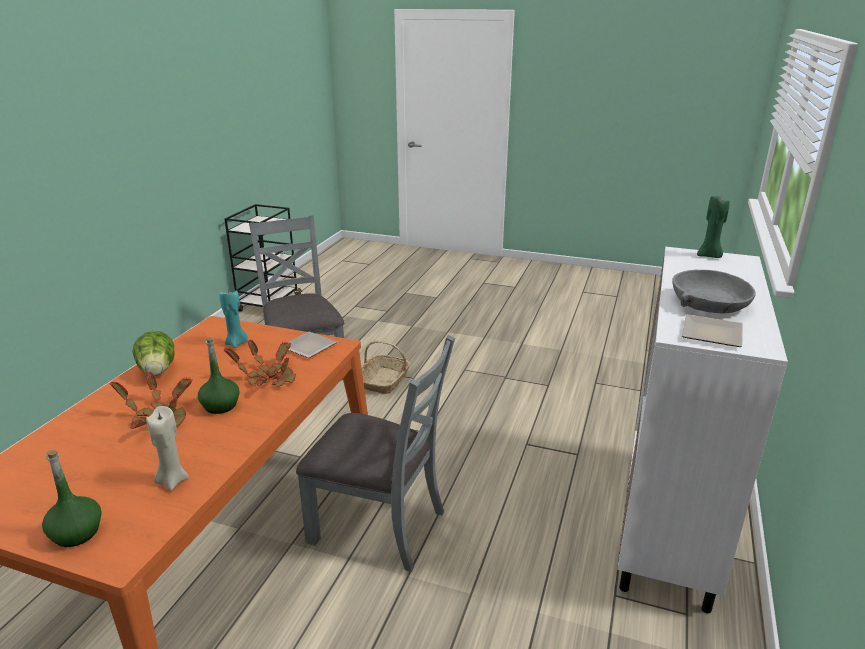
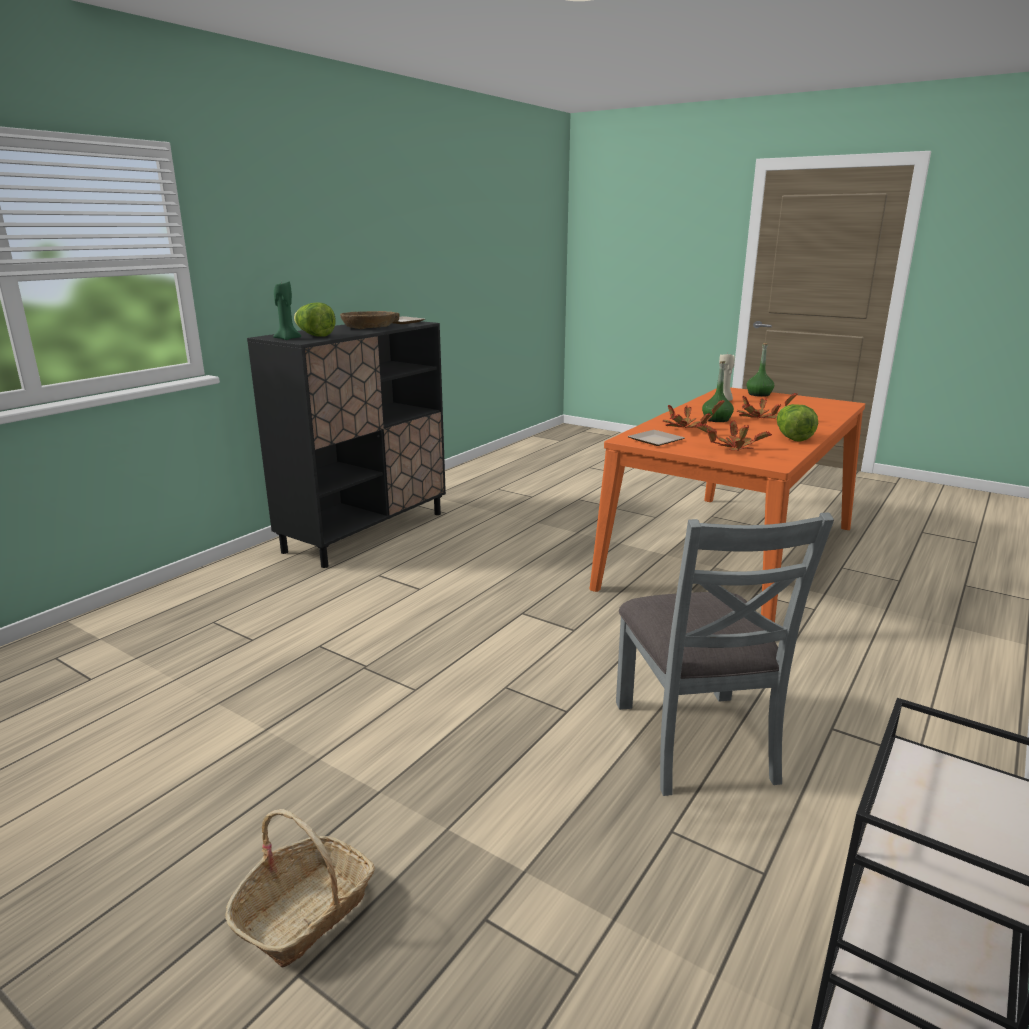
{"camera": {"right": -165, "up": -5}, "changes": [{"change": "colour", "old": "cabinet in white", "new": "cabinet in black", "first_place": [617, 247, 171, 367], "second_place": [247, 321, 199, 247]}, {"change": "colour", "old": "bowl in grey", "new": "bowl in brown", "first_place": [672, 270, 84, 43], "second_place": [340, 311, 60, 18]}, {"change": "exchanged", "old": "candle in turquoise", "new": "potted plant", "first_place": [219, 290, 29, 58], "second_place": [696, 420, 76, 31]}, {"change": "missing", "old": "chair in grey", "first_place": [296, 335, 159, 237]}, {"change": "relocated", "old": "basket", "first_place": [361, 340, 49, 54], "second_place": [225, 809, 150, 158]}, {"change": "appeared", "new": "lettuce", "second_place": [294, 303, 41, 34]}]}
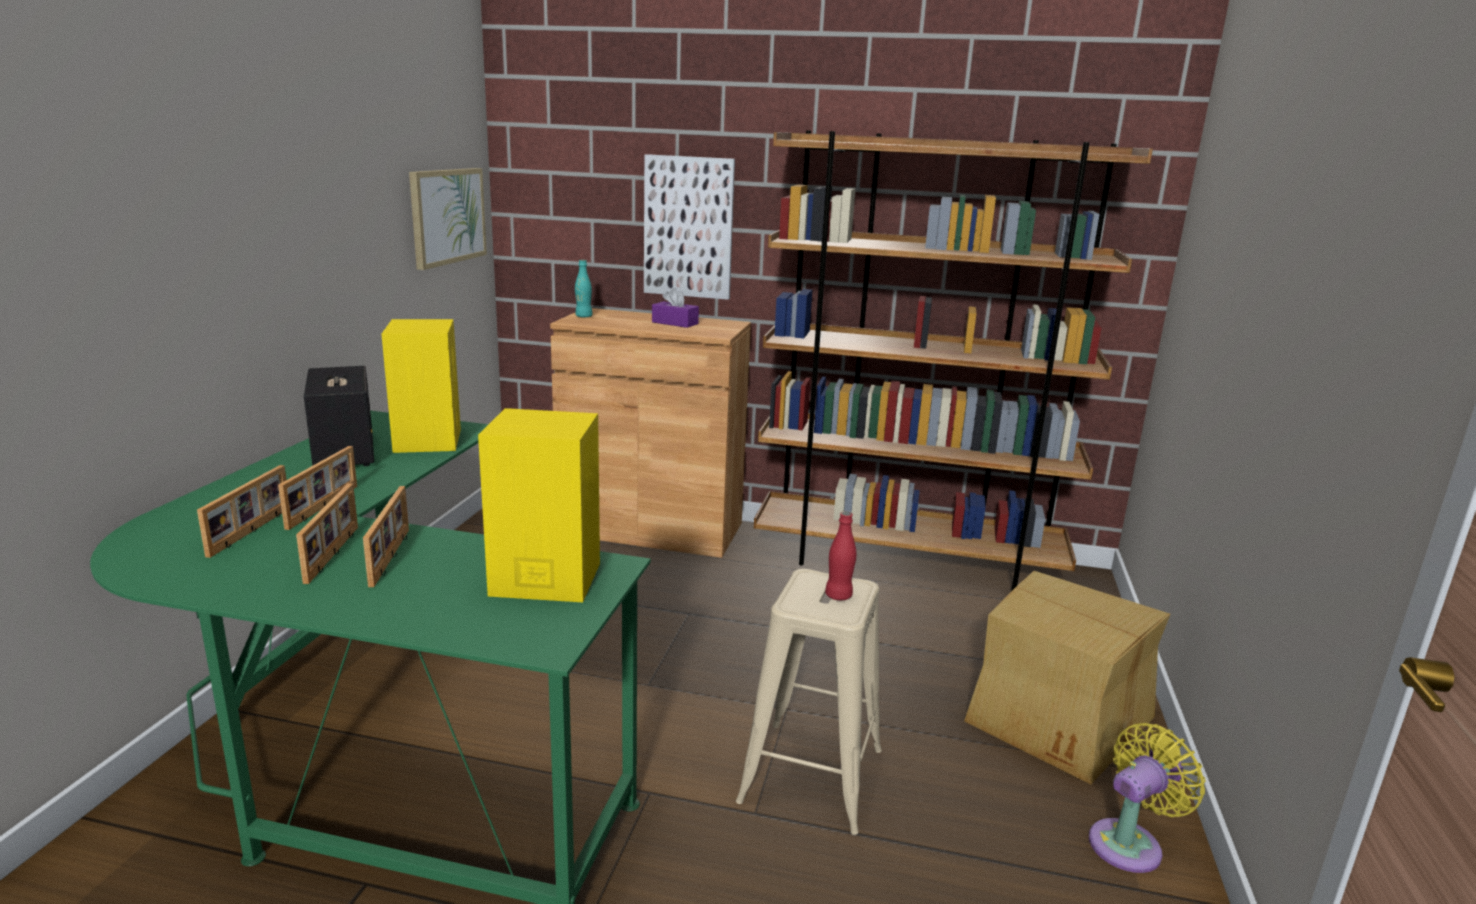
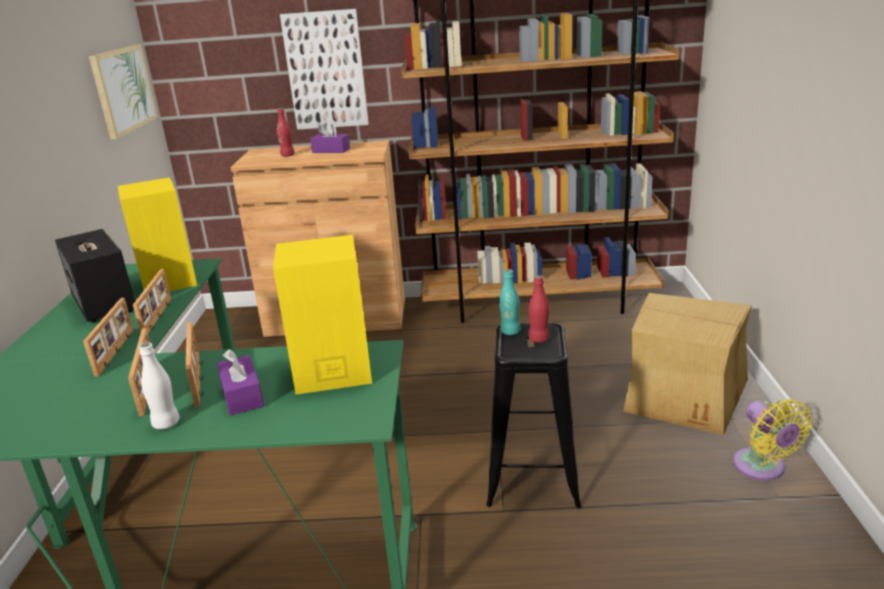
{"camera": {"right": -10, "up": 5}, "changes": [{"change": "relocated", "old": "bottle in turquoise", "first_place": [575, 260, 18, 58], "second_place": [499, 269, 22, 66]}, {"change": "relocated", "old": "picture frame", "first_place": [197, 465, 89, 93], "second_place": [133, 269, 38, 64]}, {"change": "colour", "old": "stool in beige", "new": "stool in black", "first_place": [736, 569, 146, 266], "second_place": [486, 323, 96, 186]}, {"change": "spun", "old": "fan in yellow", "first_place": [1089, 723, 117, 150], "second_place": [733, 399, 79, 82], "degrees": 120}, {"change": "appeared", "new": "bottle in red", "second_place": [277, 108, 18, 49]}, {"change": "appeared", "new": "bottle in white", "second_place": [139, 343, 41, 86]}, {"change": "appeared", "new": "tissue box in purple", "second_place": [217, 349, 47, 67]}]}
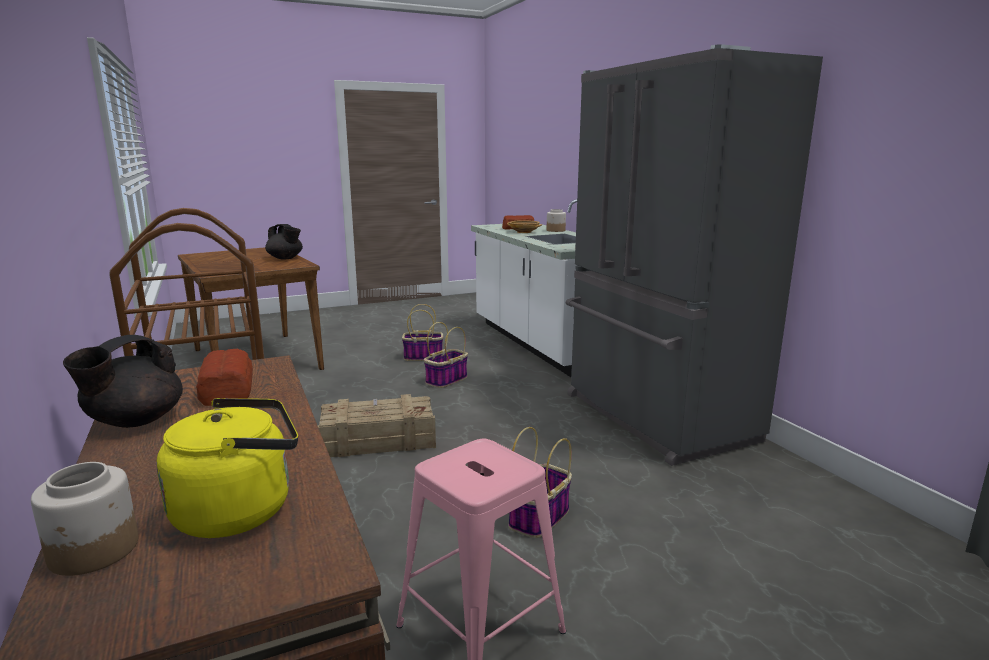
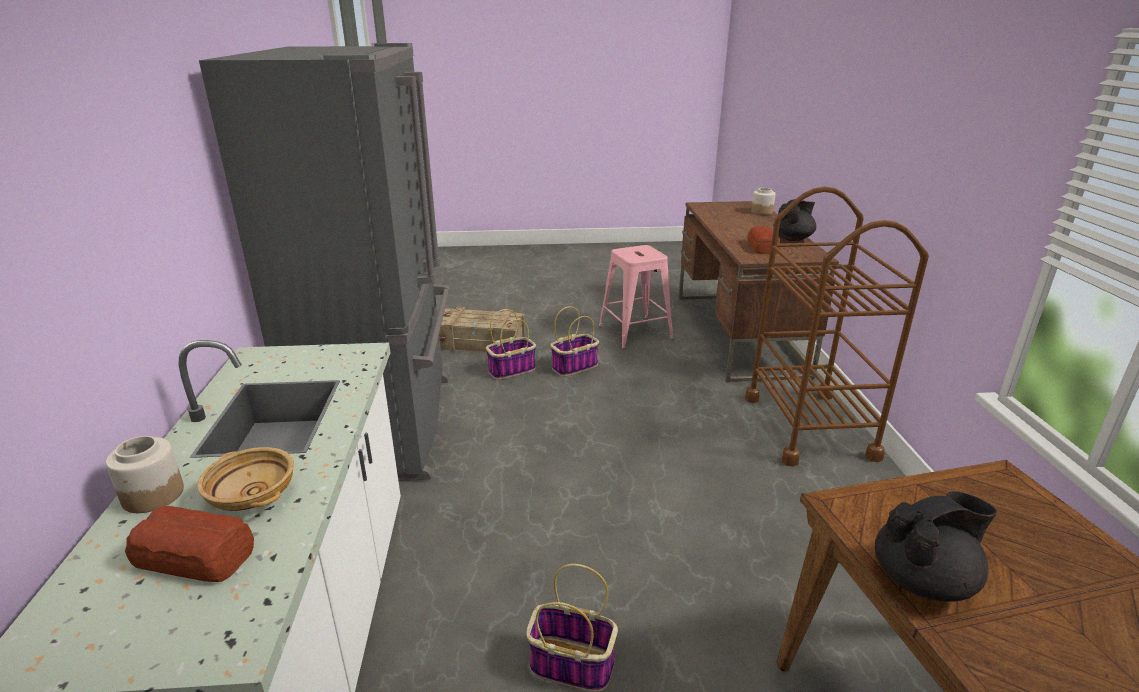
{"camera": {"right": -160, "up": 10}, "changes": [{"change": "spun", "old": "teapot in black", "first_place": [265, 224, 38, 35], "second_place": [875, 491, 122, 111], "degrees": 105}, {"change": "relocated", "old": "basket", "first_place": [424, 322, 44, 66], "second_place": [486, 309, 50, 70]}, {"change": "relocated", "old": "crate", "first_place": [318, 394, 118, 63], "second_place": [439, 307, 86, 45]}, {"change": "missing", "old": "kettle in yellow", "first_place": [156, 398, 142, 140]}]}
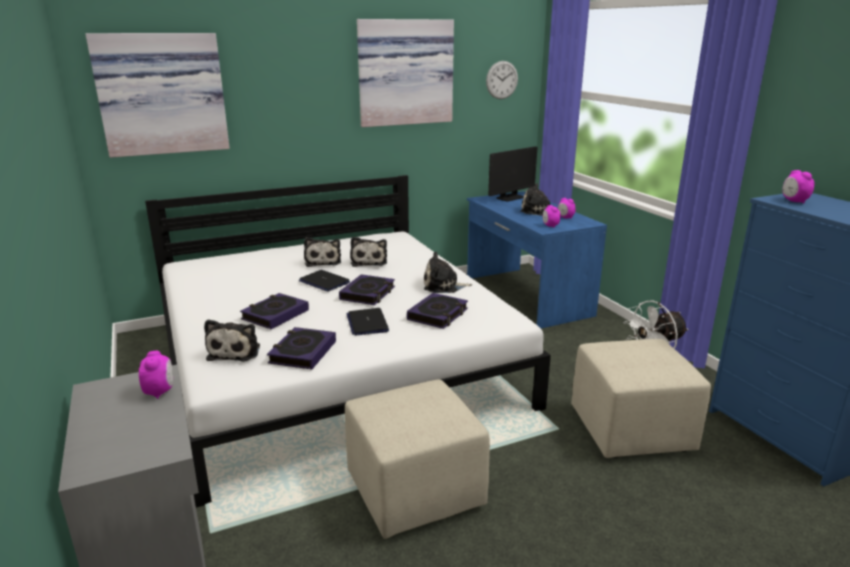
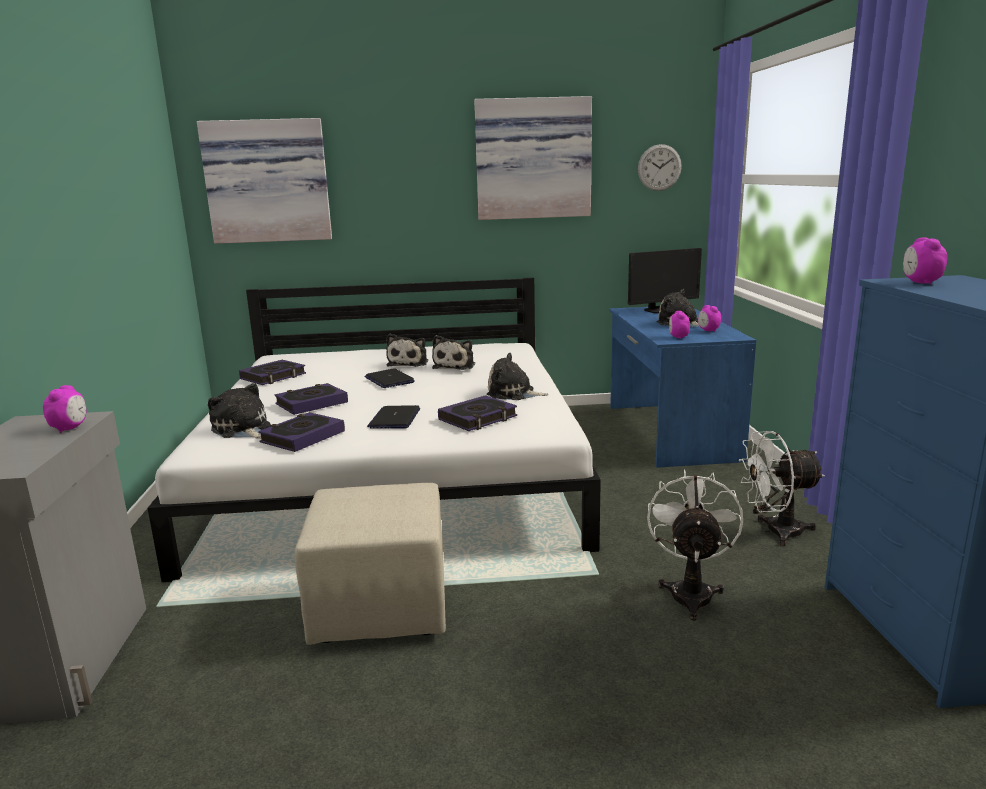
{"camera": {"right": 20, "up": -5}, "changes": [{"change": "relocated", "old": "book", "first_place": [339, 274, 56, 31], "second_place": [239, 360, 67, 25]}, {"change": "spun", "old": "plush toy", "first_place": [204, 319, 56, 43], "second_place": [208, 383, 63, 56], "degrees": 120}, {"change": "exchanged", "old": "ottoman in beige", "new": "fan in white", "first_place": [571, 339, 140, 119], "second_place": [647, 469, 96, 151]}]}
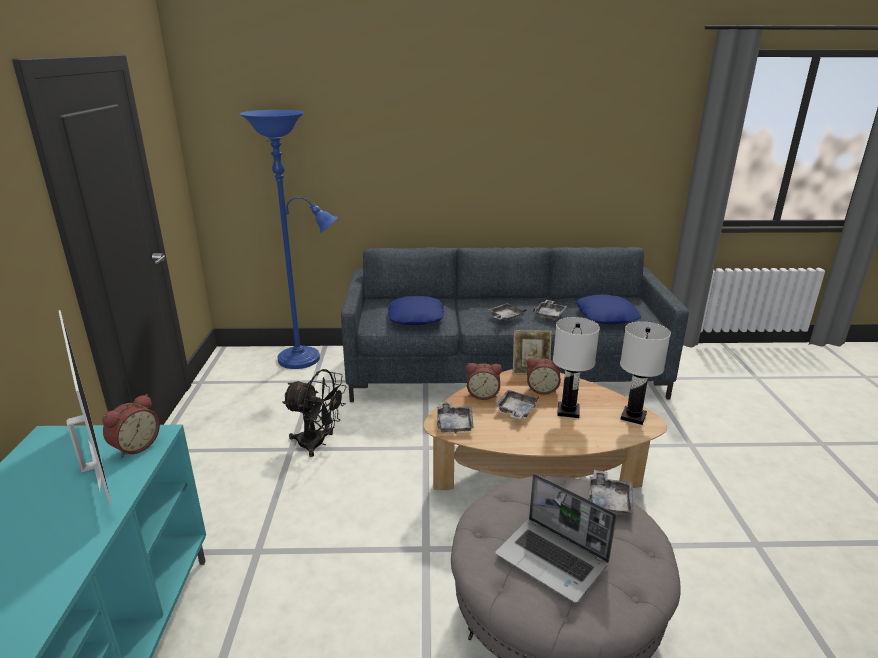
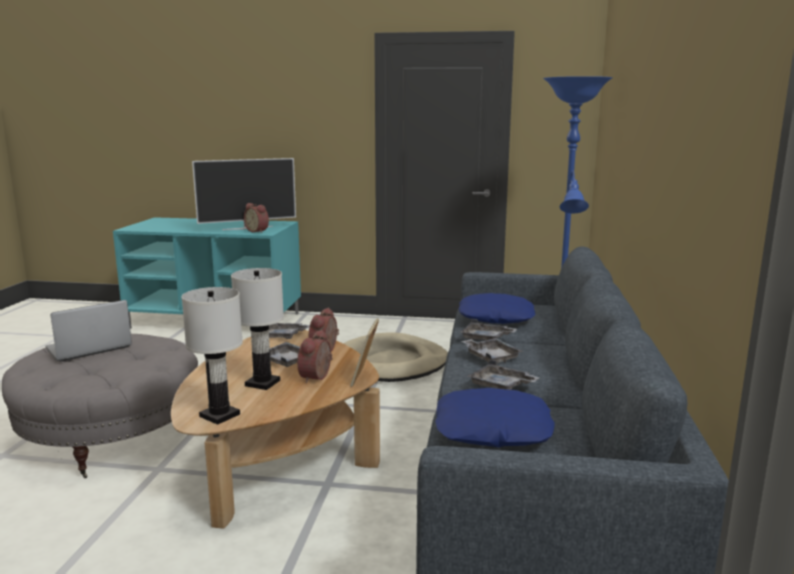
{"camera": {"right": 100, "up": -10}, "changes": [{"change": "exchanged", "old": "fan in black", "new": "dog bed in beige", "first_place": [282, 369, 64, 88], "second_place": [343, 333, 105, 49]}, {"change": "relocated", "old": "tray in grey", "first_place": [588, 470, 46, 45], "second_place": [460, 319, 57, 21]}]}
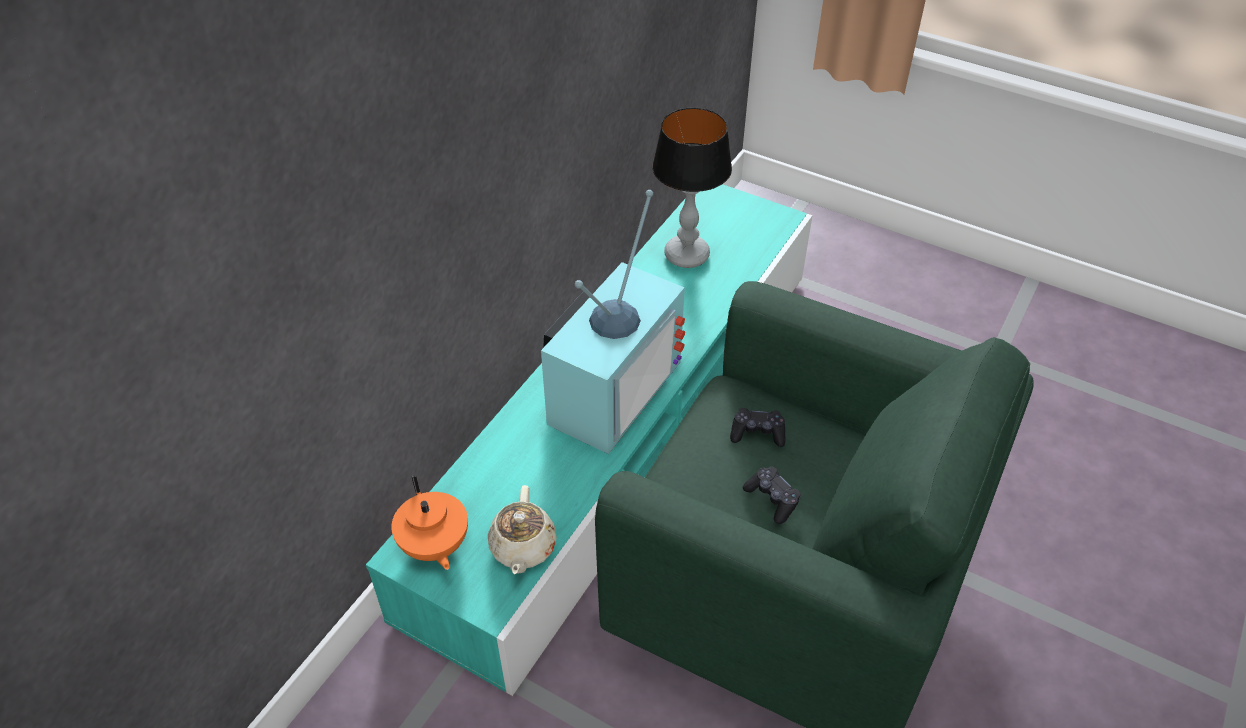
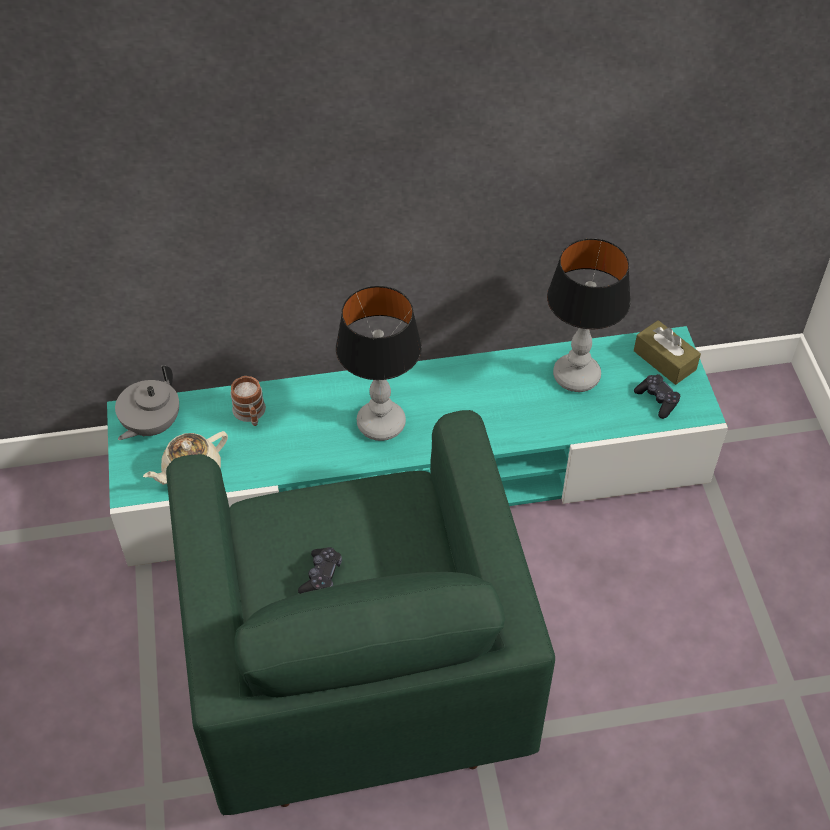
{"camera": {"right": 50, "up": 5}, "changes": [{"change": "exchanged", "old": "television", "new": "table lamp", "first_place": [541, 190, 144, 264], "second_place": [336, 286, 86, 155]}, {"change": "relocated", "old": "game controller in black", "first_place": [730, 408, 56, 39], "second_place": [634, 374, 47, 45]}, {"change": "colour", "old": "teapot in orange", "new": "teapot in grey", "first_place": [391, 475, 77, 95], "second_place": [115, 365, 64, 75]}, {"change": "appeared", "new": "tissue box in brown", "second_place": [634, 320, 67, 65]}, {"change": "appeared", "new": "mug", "second_place": [231, 376, 35, 50]}]}
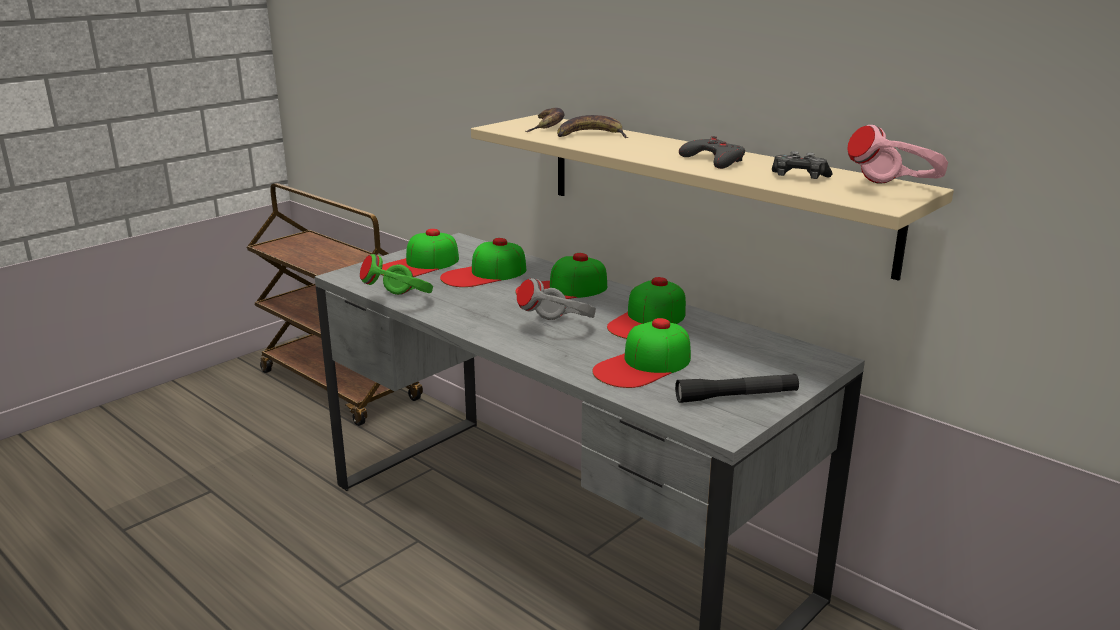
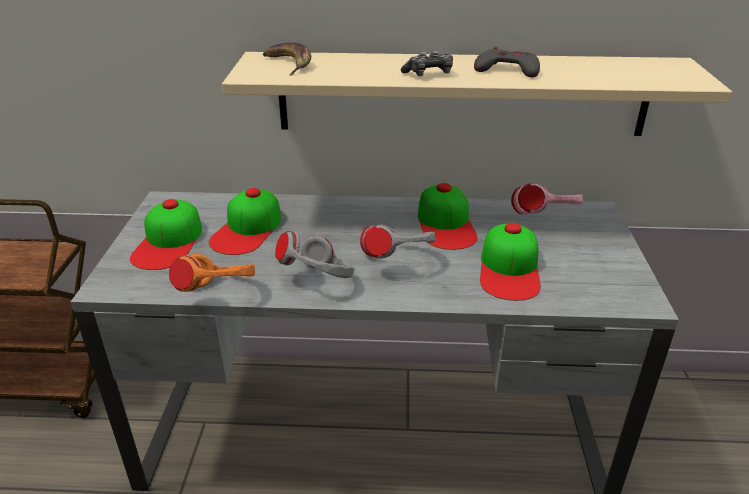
{"camera": {"right": -40, "up": 10}, "changes": [{"change": "missing", "old": "banana", "first_place": [557, 115, 71, 23]}, {"change": "relocated", "old": "headphones in pink", "first_place": [847, 125, 101, 59], "second_place": [511, 183, 72, 32]}, {"change": "relocated", "old": "game controller", "first_place": [772, 151, 60, 28], "second_place": [401, 50, 52, 26]}, {"change": "missing", "old": "cap", "first_place": [515, 253, 92, 46]}, {"change": "colour", "old": "headphones in green", "new": "headphones in orange", "first_place": [360, 254, 73, 41], "second_place": [169, 254, 86, 38]}, {"change": "missing", "old": "flashlight in black", "first_place": [675, 374, 124, 29]}, {"change": "appeared", "new": "headphones in grey", "second_place": [275, 231, 80, 47]}]}
